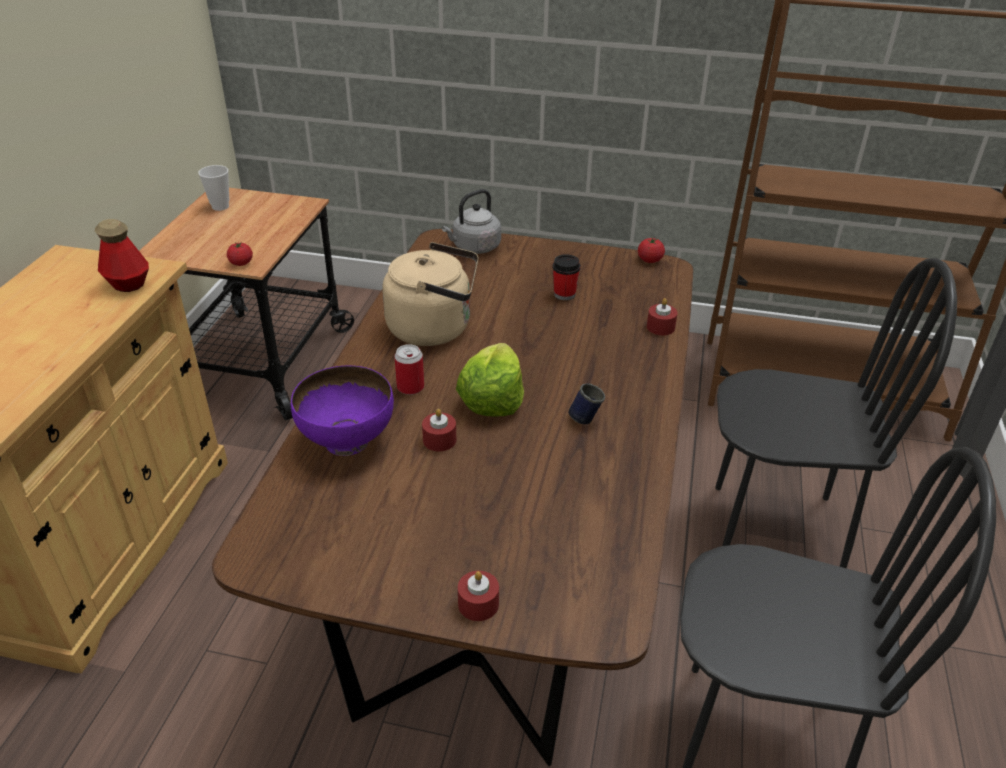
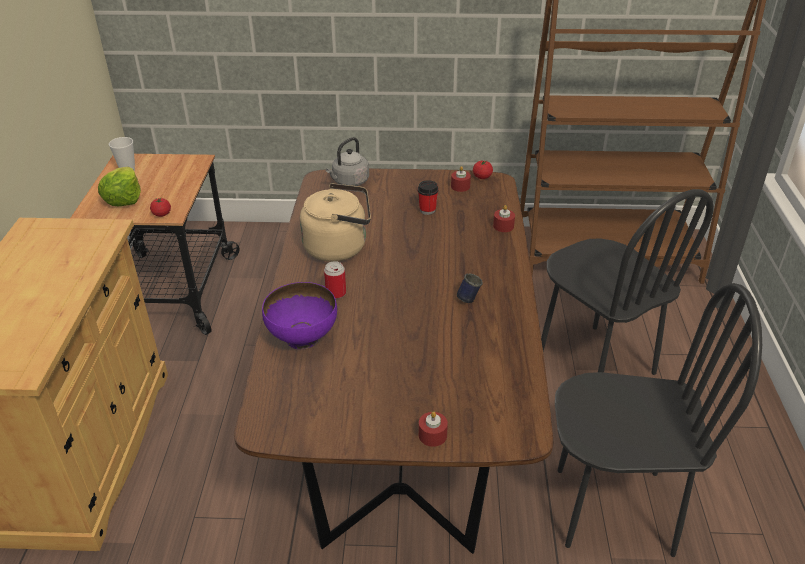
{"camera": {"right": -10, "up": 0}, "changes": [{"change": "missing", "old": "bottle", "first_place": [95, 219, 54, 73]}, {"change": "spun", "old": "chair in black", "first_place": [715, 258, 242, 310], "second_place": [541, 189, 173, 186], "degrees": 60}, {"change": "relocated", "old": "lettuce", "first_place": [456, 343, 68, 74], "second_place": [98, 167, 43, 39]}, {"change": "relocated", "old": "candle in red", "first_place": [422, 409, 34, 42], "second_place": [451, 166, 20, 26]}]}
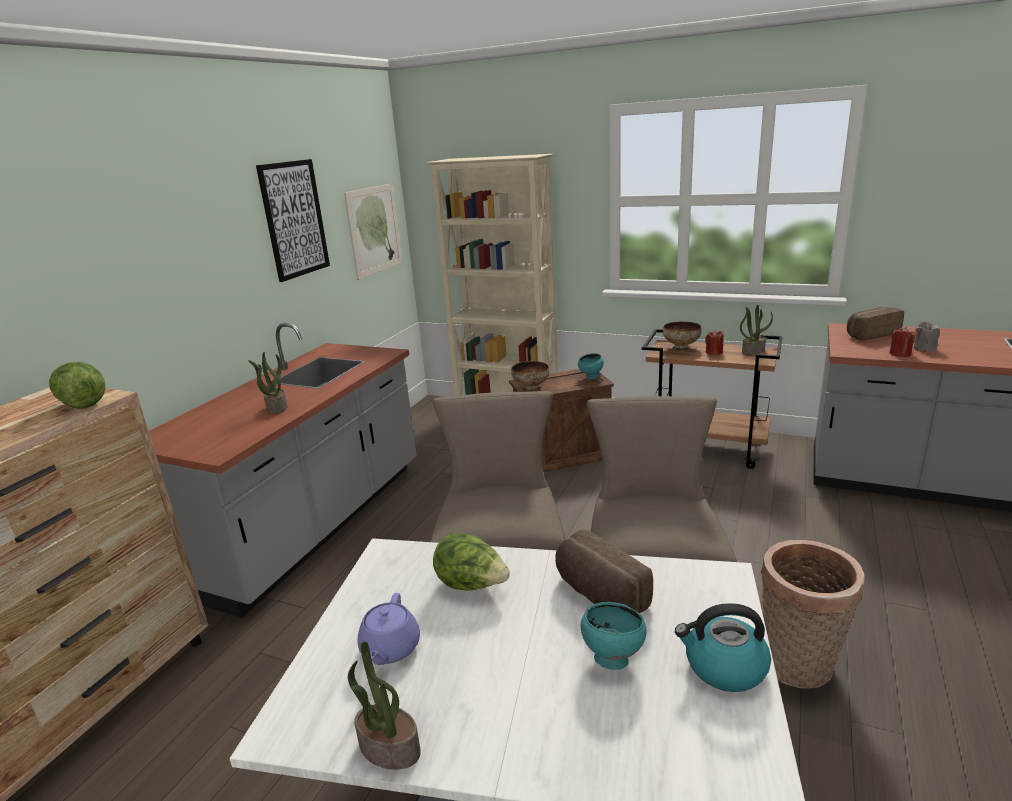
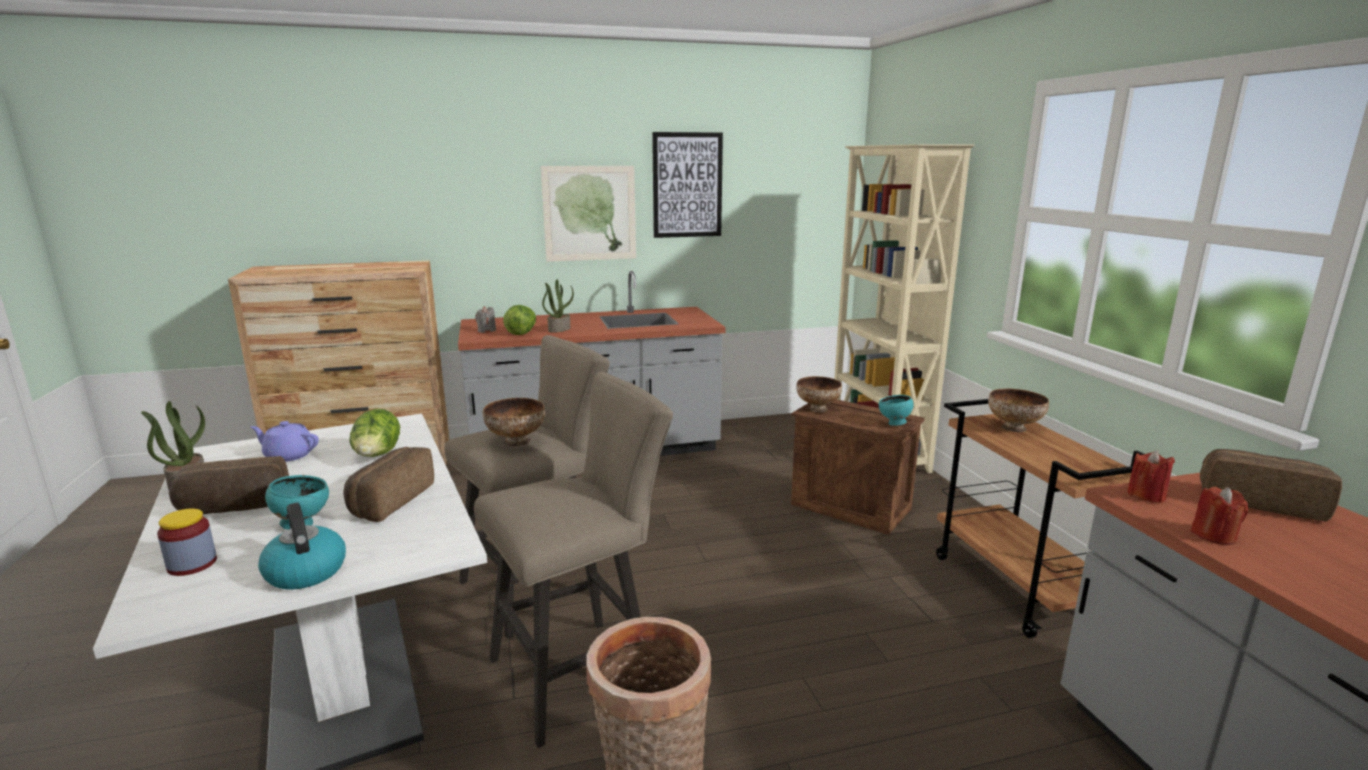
{"camera": {"right": 50, "up": -5}, "changes": [{"change": "relocated", "old": "picture", "first_place": [344, 183, 59, 97], "second_place": [541, 166, 95, 96]}, {"change": "missing", "old": "potted plant", "first_place": [740, 305, 33, 50]}, {"change": "relocated", "old": "candle in grey", "first_place": [914, 321, 26, 31], "second_place": [475, 306, 21, 27]}, {"change": "relocated", "old": "candle in red", "first_place": [705, 330, 19, 25], "second_place": [1127, 450, 48, 53]}, {"change": "relocated", "old": "lettuce", "first_place": [49, 362, 56, 47], "second_place": [503, 305, 33, 30]}, {"change": "spun", "old": "teapot in purple", "first_place": [357, 593, 63, 72], "second_place": [251, 421, 68, 41], "degrees": 45}, {"change": "appeared", "new": "bowl", "second_place": [483, 398, 62, 49]}, {"change": "appeared", "new": "bread", "second_place": [169, 456, 120, 58]}, {"change": "appeared", "new": "jar", "second_place": [157, 508, 60, 68]}]}
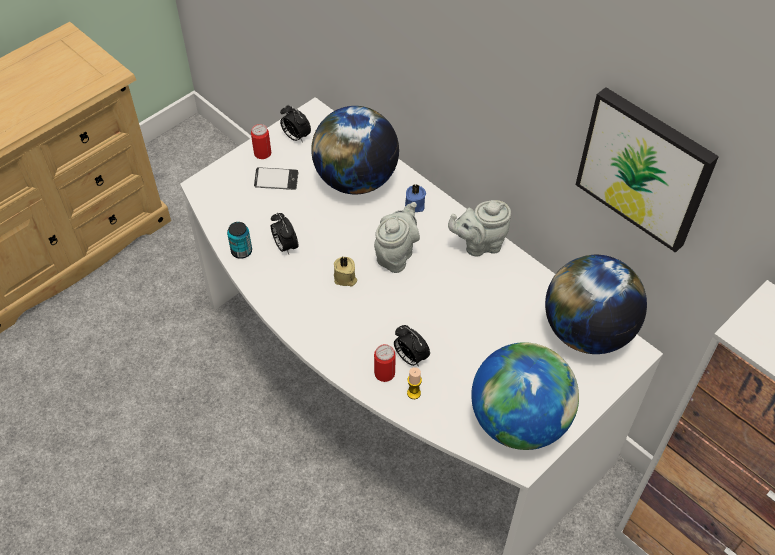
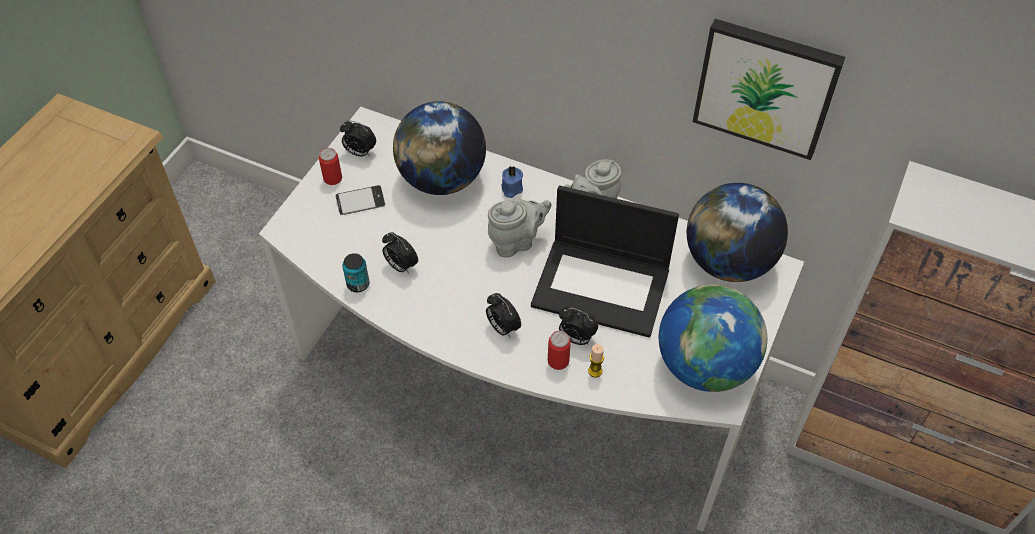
{"camera": {"right": -20, "up": 0}, "changes": [{"change": "spun", "old": "teapot in grey", "first_place": [374, 202, 46, 71], "second_place": [488, 198, 63, 60], "degrees": 60}, {"change": "missing", "old": "candle in beige", "first_place": [334, 256, 23, 31]}, {"change": "appeared", "new": "laptop", "second_place": [531, 186, 148, 152]}, {"change": "appeared", "new": "alarm clock", "second_place": [486, 293, 35, 44]}]}
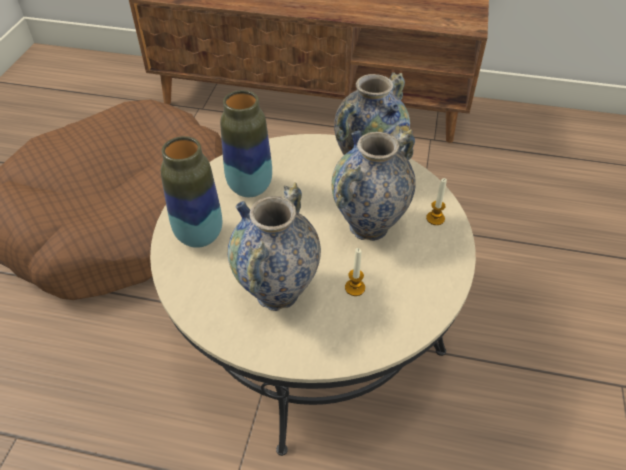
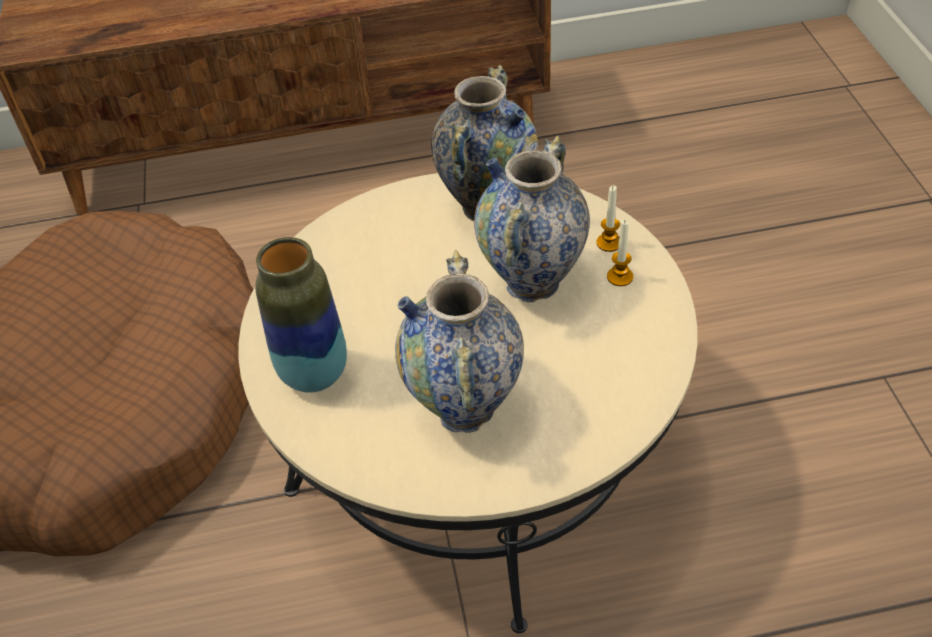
{"camera": {"right": -20, "up": 0}, "changes": [{"change": "missing", "old": "vase", "first_place": [220, 90, 52, 107]}, {"change": "relocated", "old": "candle", "first_place": [345, 248, 20, 48], "second_place": [607, 220, 26, 66]}]}
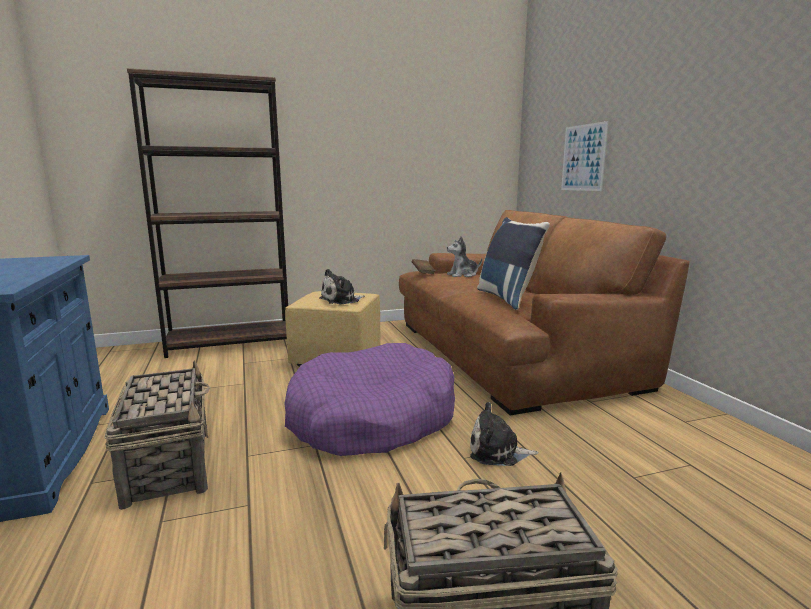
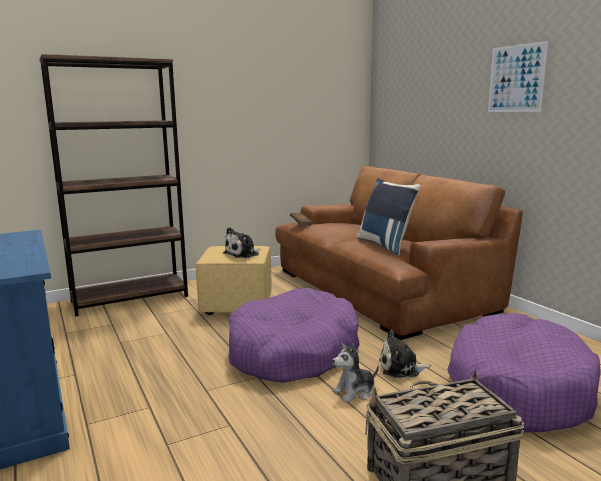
{"camera": {"right": -10, "up": 0}, "changes": [{"change": "relocated", "old": "picture", "first_place": [561, 121, 48, 70], "second_place": [488, 41, 60, 71]}, {"change": "relocated", "old": "plush toy", "first_place": [447, 236, 35, 41], "second_place": [332, 343, 47, 60]}, {"change": "missing", "old": "basket", "first_place": [105, 360, 105, 150]}, {"change": "appeared", "new": "dog bed in purple", "second_place": [447, 313, 154, 120]}]}
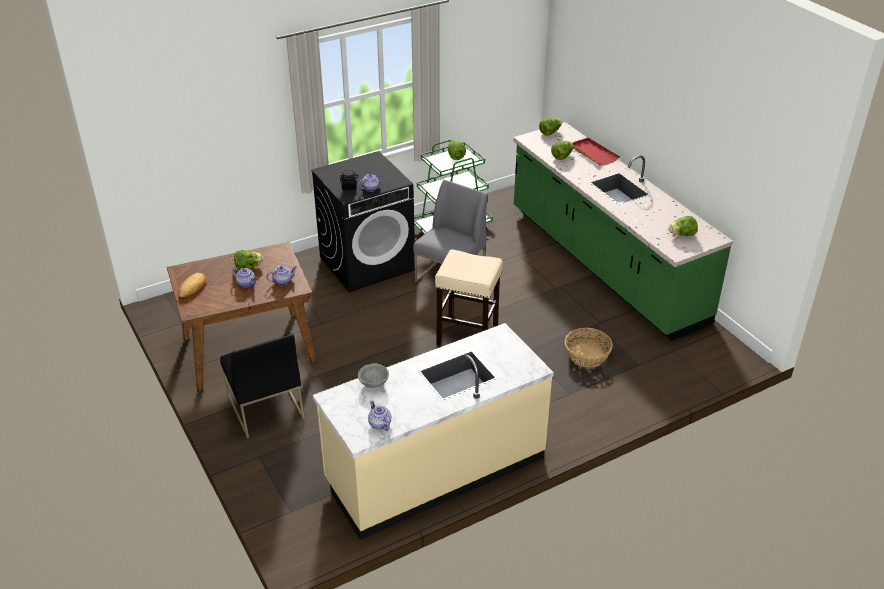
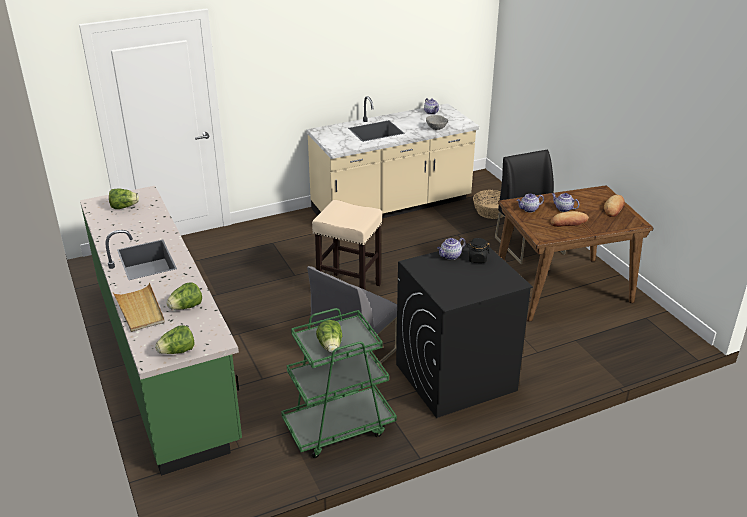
{"camera": {"right": -175, "up": -5}, "changes": [{"change": "colour", "old": "tray in red", "new": "tray in beige", "first_place": [572, 138, 48, 28], "second_place": [113, 283, 52, 49]}, {"change": "exchanged", "old": "lettuce", "new": "bread", "first_place": [234, 250, 29, 20], "second_place": [550, 211, 39, 16]}, {"change": "relocated", "old": "basket", "first_place": [565, 328, 48, 39], "second_place": [473, 190, 31, 29]}]}
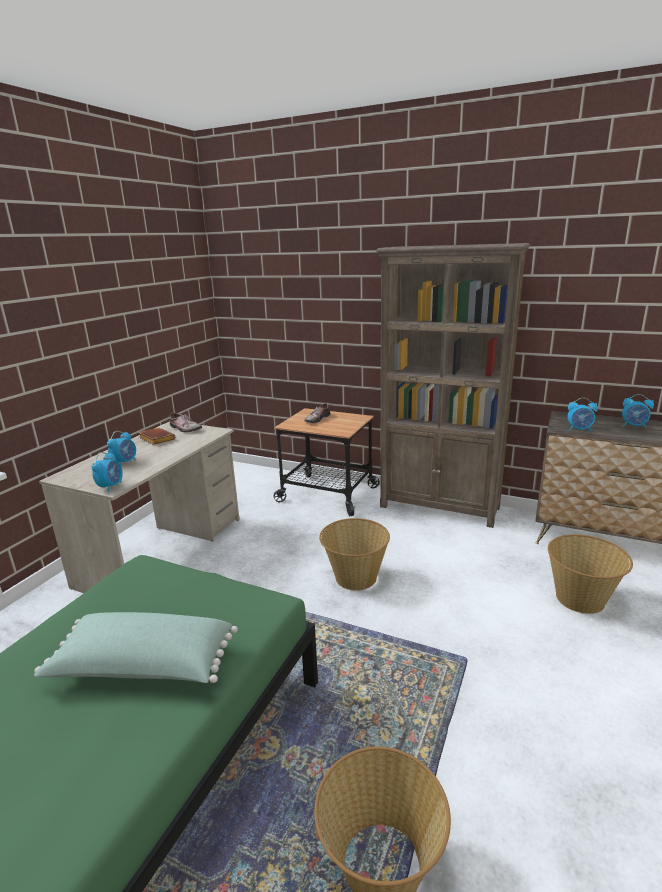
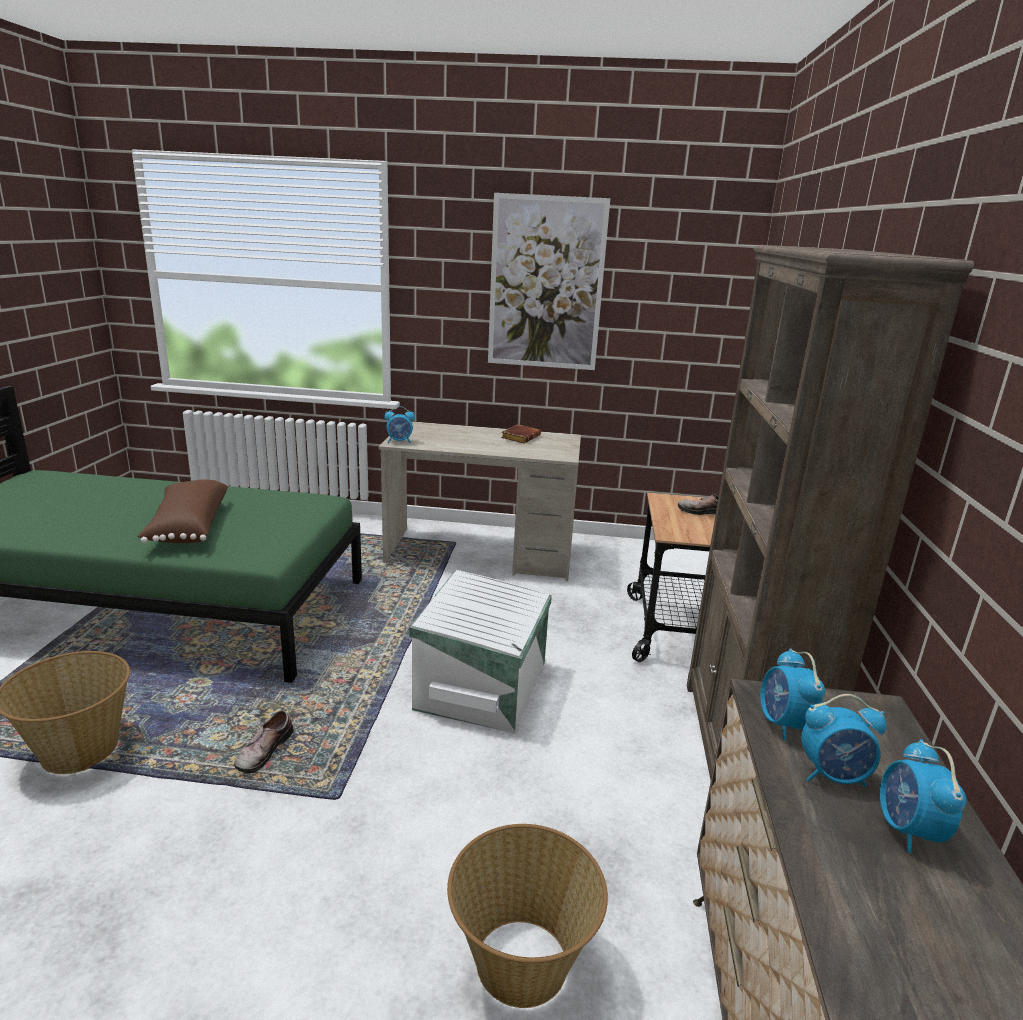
{"camera": {"right": 70, "up": 0}, "changes": [{"change": "relocated", "old": "shoe", "first_place": [170, 413, 32, 19], "second_place": [234, 710, 59, 64]}, {"change": "relocated", "old": "alarm clock", "first_place": [107, 431, 29, 35], "second_place": [801, 694, 86, 93]}, {"change": "exchanged", "old": "basket", "new": "storage box in white", "first_place": [319, 518, 71, 73], "second_place": [409, 570, 143, 163]}, {"change": "colour", "old": "pillow in green", "new": "pillow in brown", "first_place": [34, 612, 204, 71], "second_place": [137, 479, 91, 64]}, {"change": "appeared", "new": "picture", "second_place": [488, 193, 122, 177]}]}
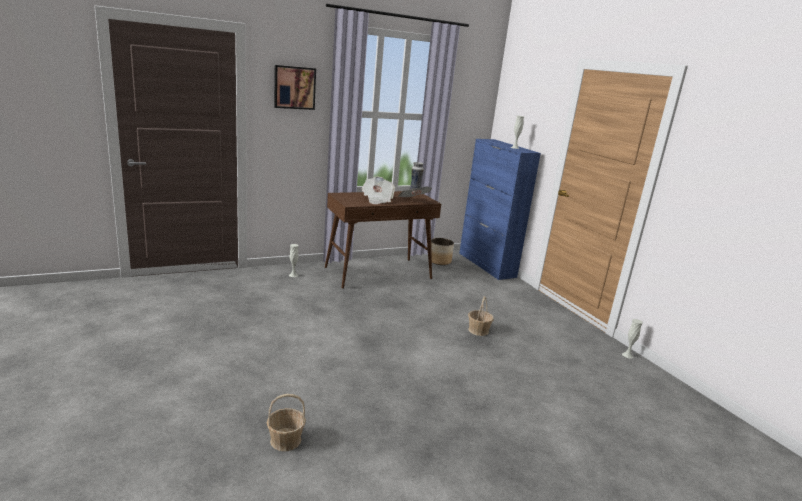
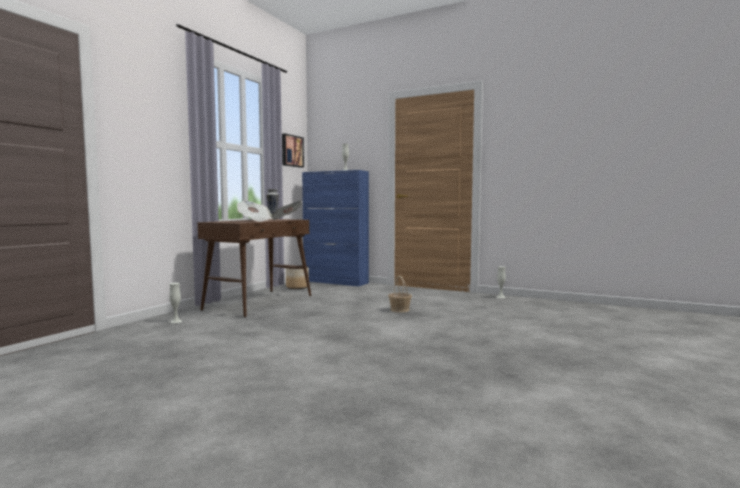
{"camera": {"right": -35, "up": -15}, "changes": [{"change": "relocated", "old": "picture", "first_place": [274, 65, 42, 45], "second_place": [282, 133, 22, 35]}, {"change": "missing", "old": "basket", "first_place": [267, 394, 39, 57]}]}
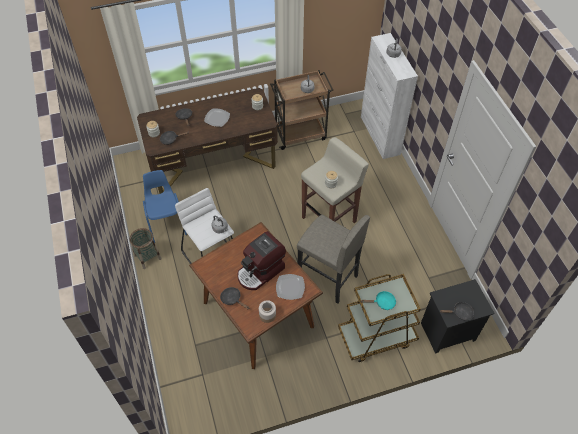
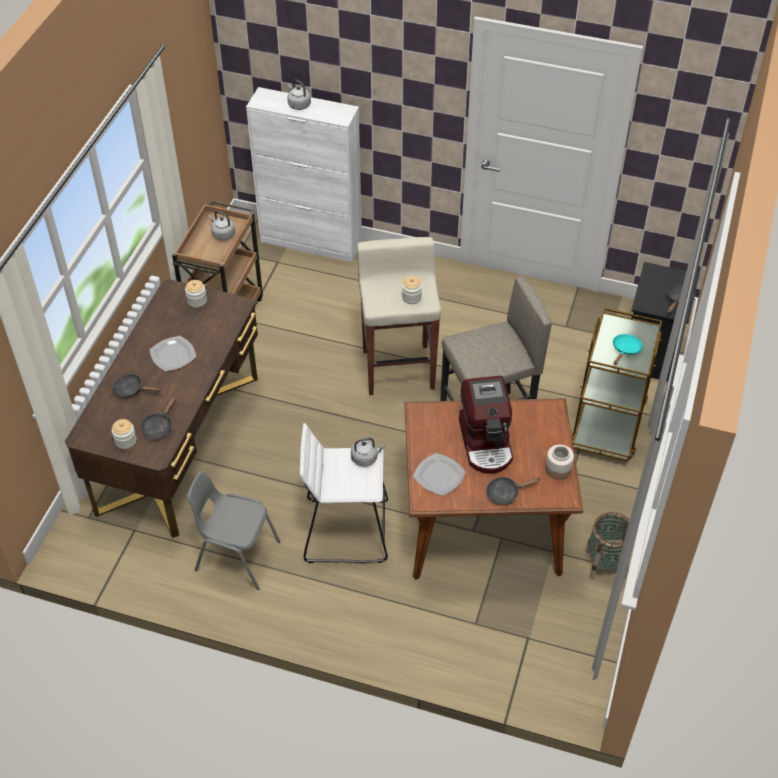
{"camera": {"right": -55, "up": -5}, "changes": [{"change": "colour", "old": "chair in blue", "new": "chair in grey", "first_place": [143, 170, 44, 73], "second_place": [187, 471, 93, 119]}, {"change": "relocated", "old": "basket", "first_place": [130, 228, 31, 41], "second_place": [585, 512, 45, 68]}, {"change": "relocated", "old": "plate", "first_place": [276, 274, 29, 26], "second_place": [413, 453, 53, 43]}]}
